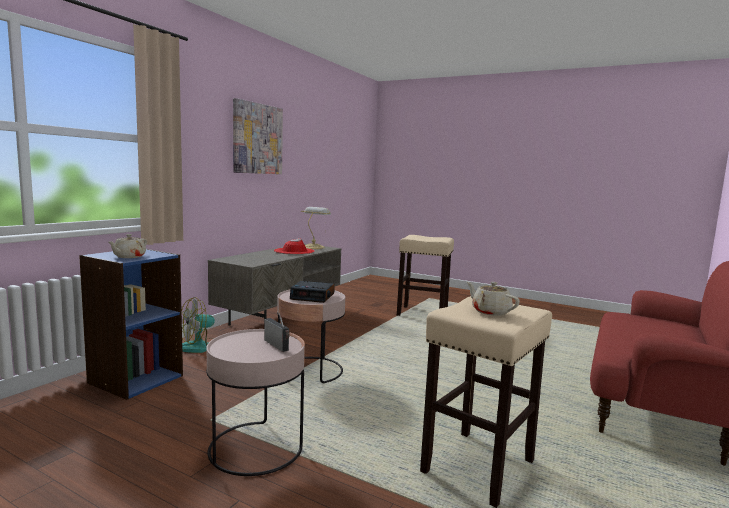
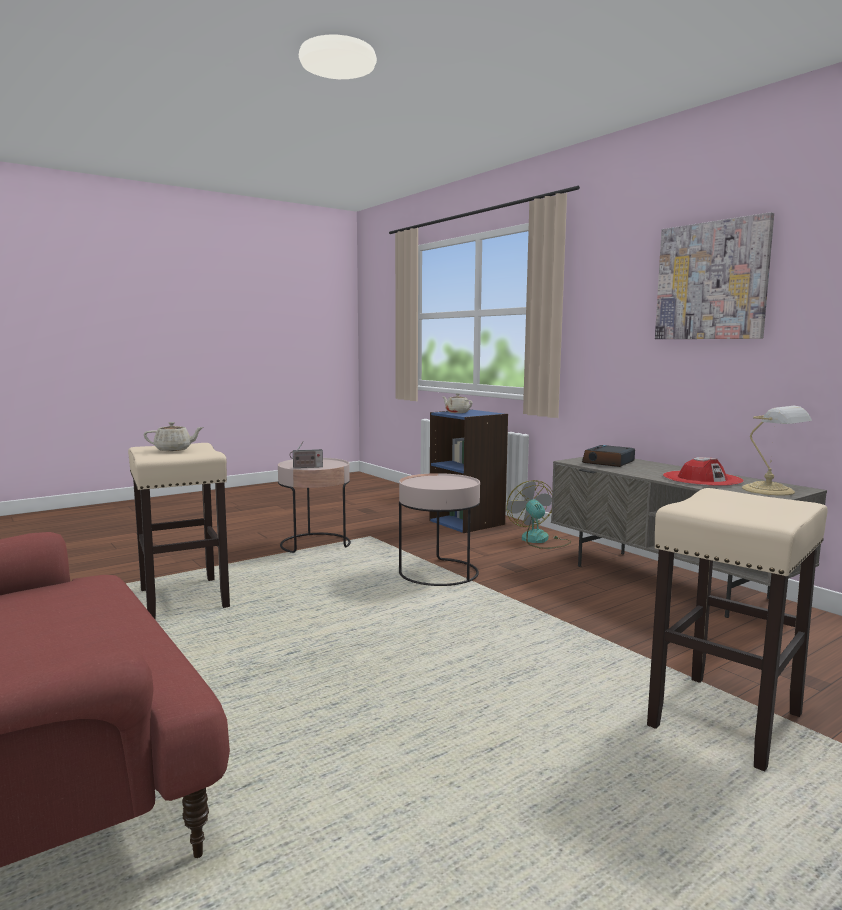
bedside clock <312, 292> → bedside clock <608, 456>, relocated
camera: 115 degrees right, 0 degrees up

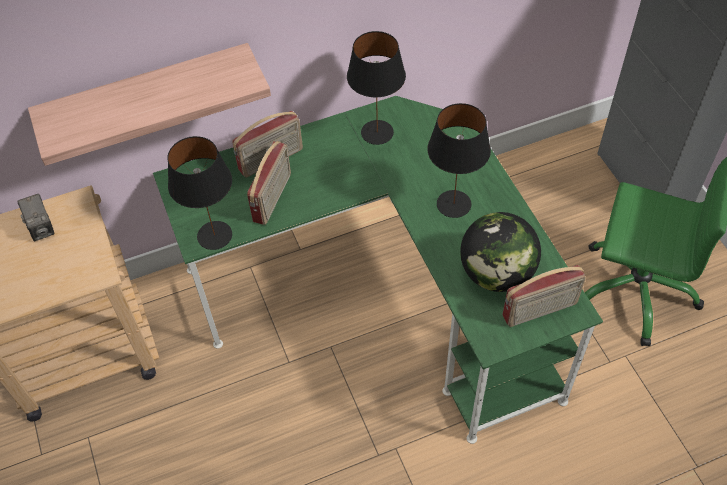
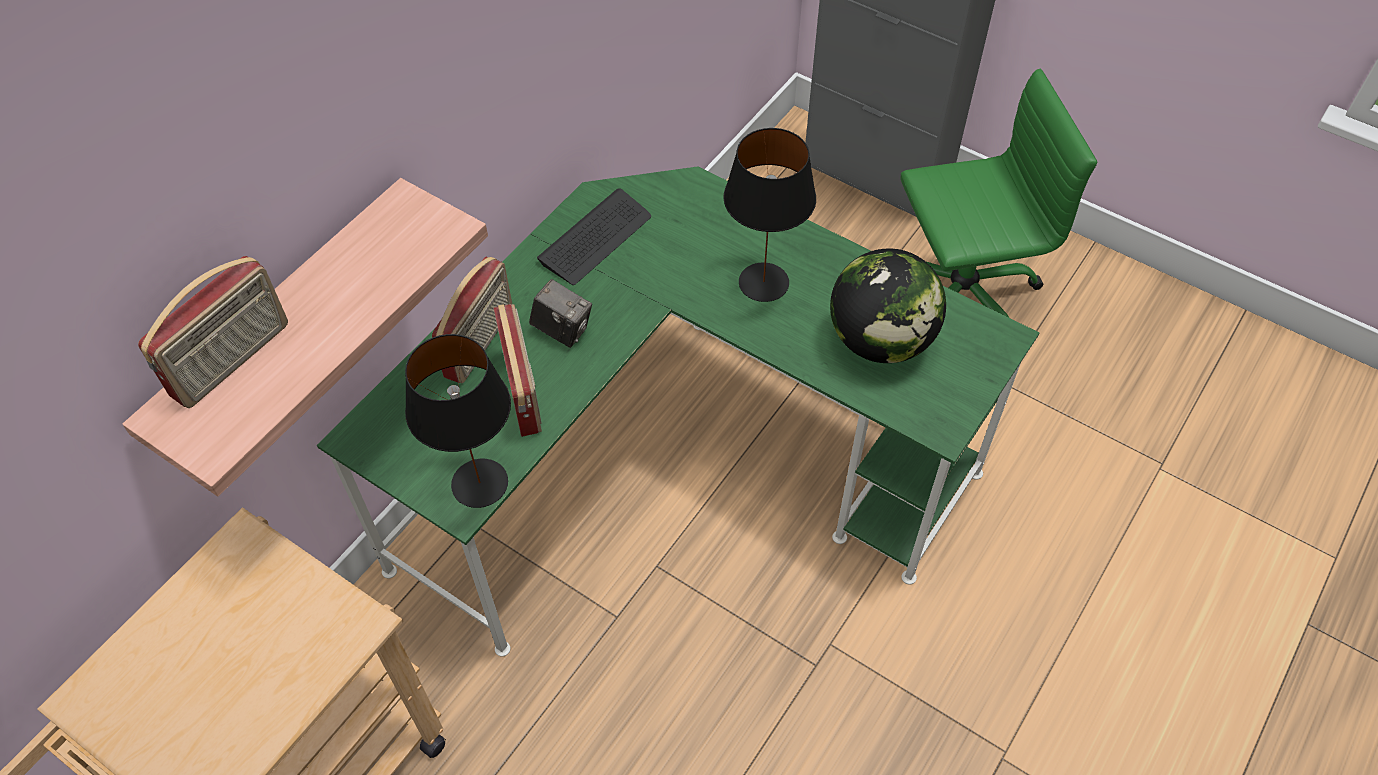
still camera <35, 217> → still camera <560, 313>, relocated
tabletop lamp/black-coloured <376, 88> → keyboard <594, 236>
radio set <544, 296> → radio set <213, 332>, relocated
camera: 35 degrees left, 0 degrees up

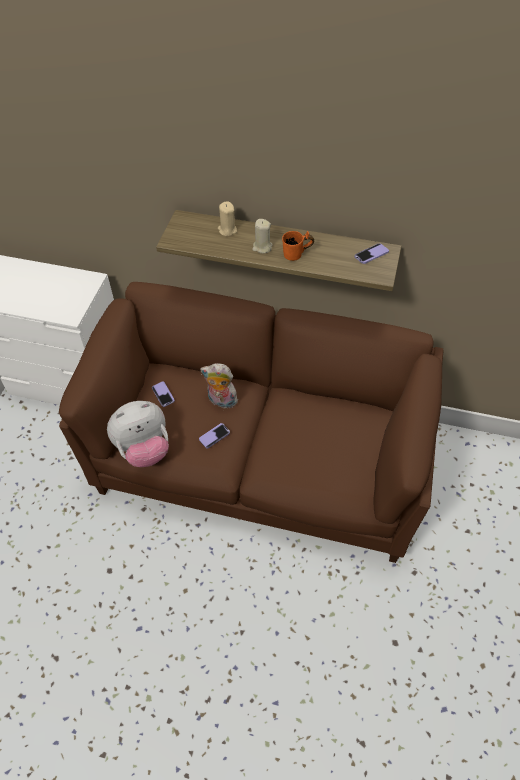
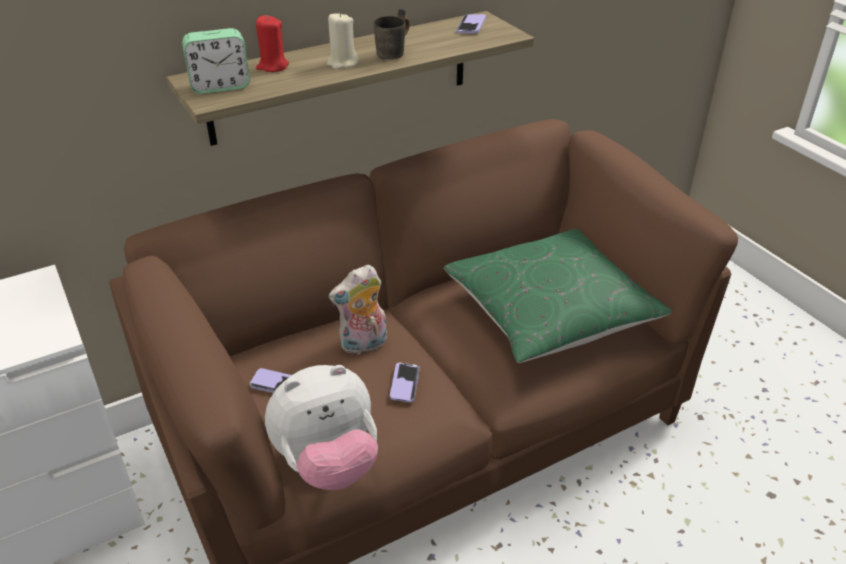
plush toy <138, 434> → plush toy <321, 427>, 45 degrees clockwise
wax light/beige <227, 218> → wax light/red-coloured <272, 43>
mug/orange <298, 246> → mug/gray <392, 34>
- → bedside clock <216, 61>
- → throw pillow/greenish <558, 296>
camera: 45 degrees left, 15 degrees down

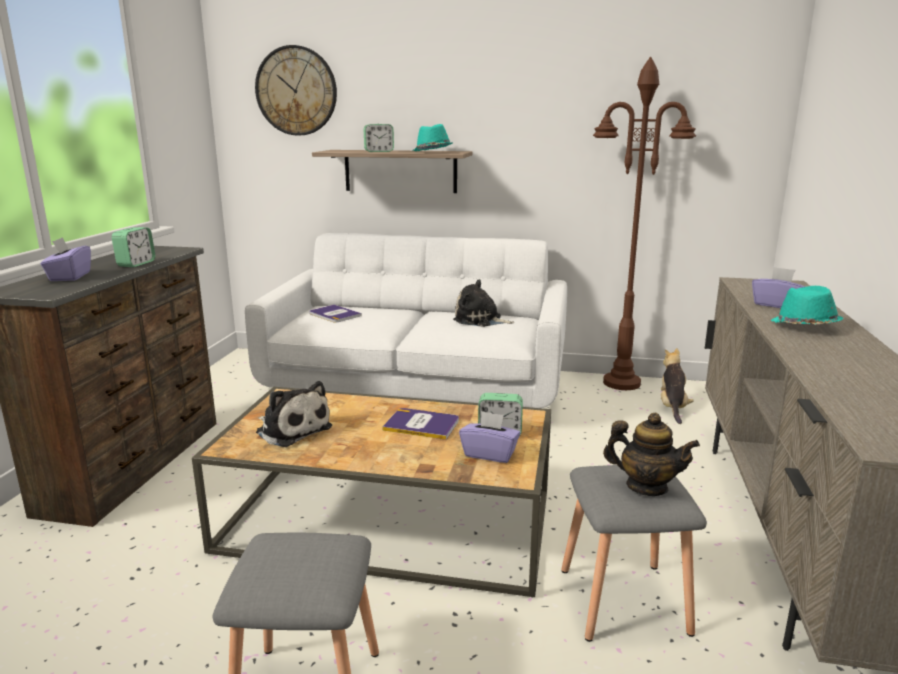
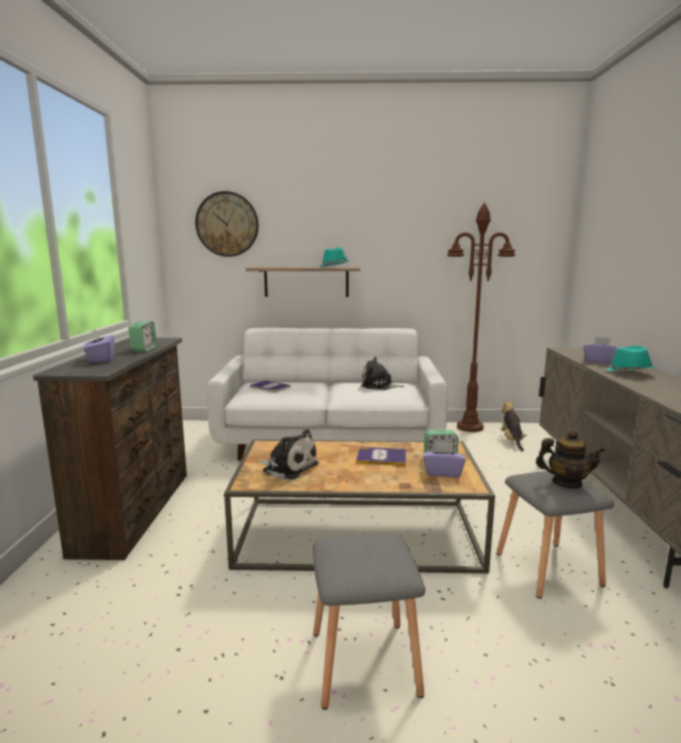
bedside clock <378, 138> → -
camera: 10 degrees left, 5 degrees down

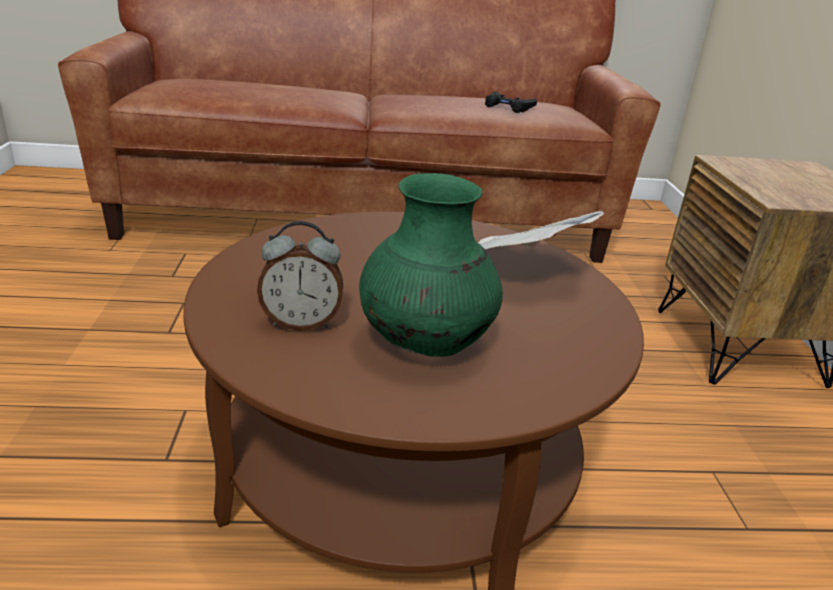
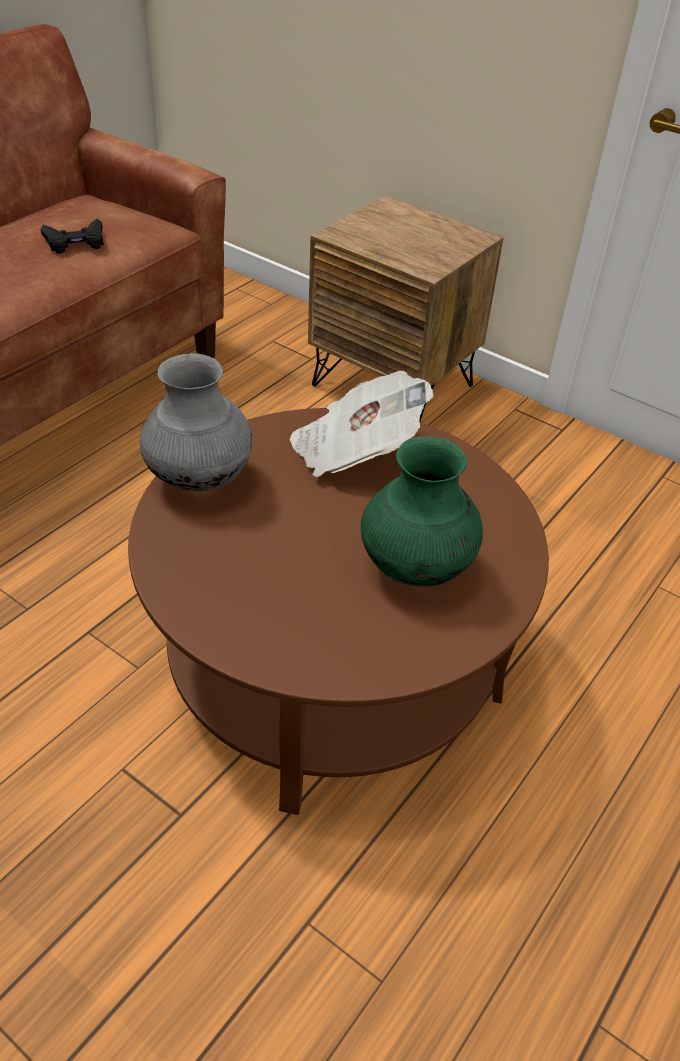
bedside clock <300, 276> → -
- → flower vase/gray <196, 422>
camera: 50 degrees left, 15 degrees up

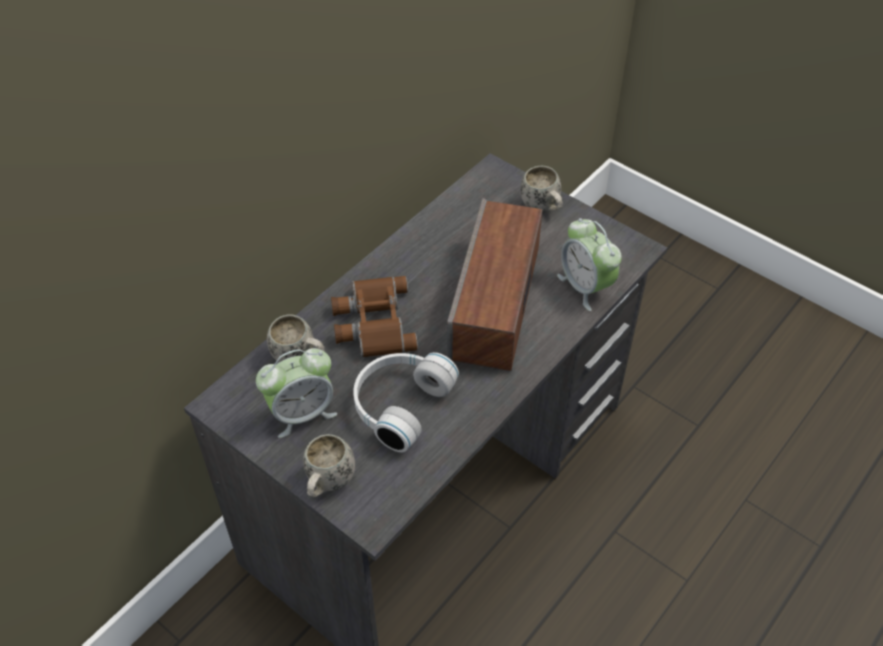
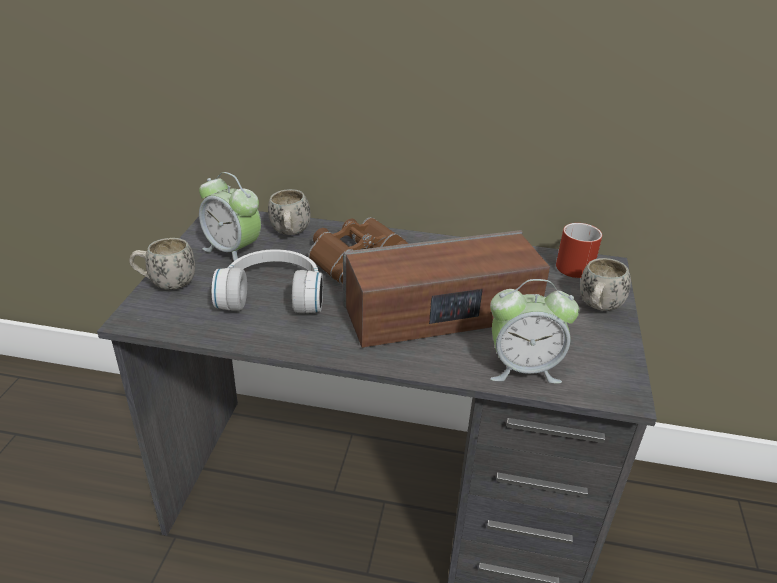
bedside clock <589, 264> → bedside clock <535, 331>, 120 degrees counterclockwise
- → mug/red-coloured <579, 250>
camera: 60 degrees right, 15 degrees down

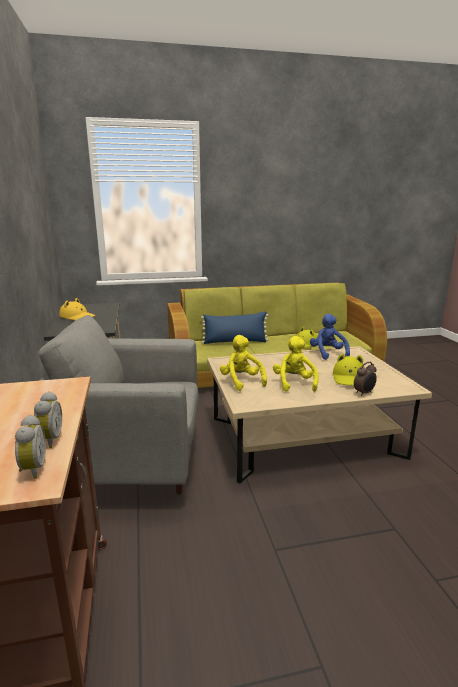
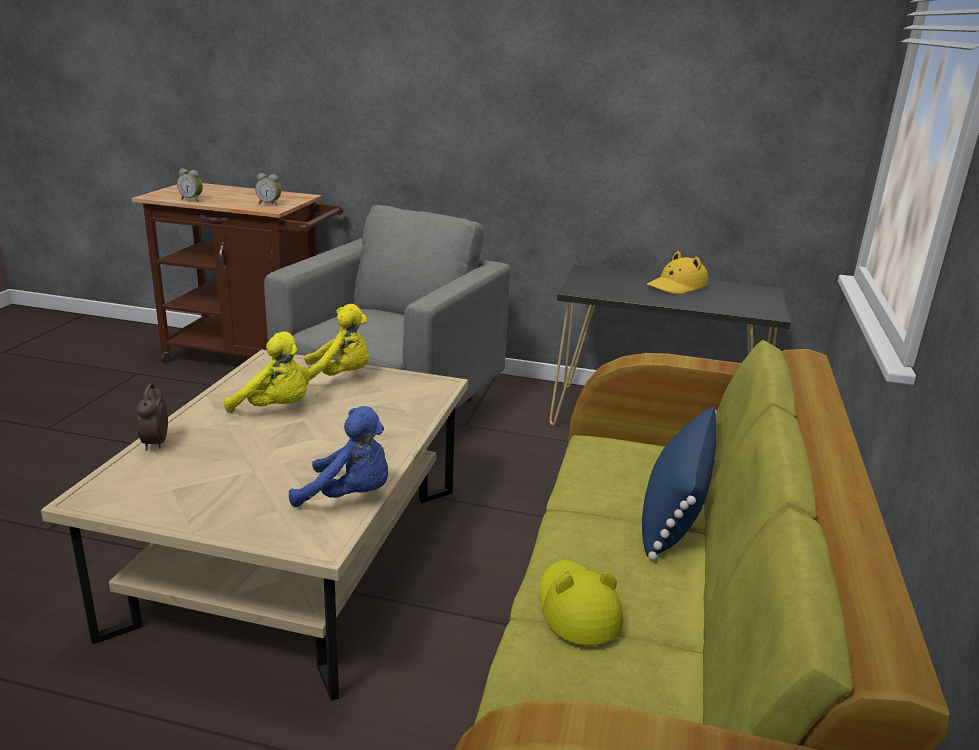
bedside clock <30, 447> → bedside clock <268, 189>, relocated
hat/yellow-coloured <348, 370> → -
camera: 115 degrees right, 5 degrees up

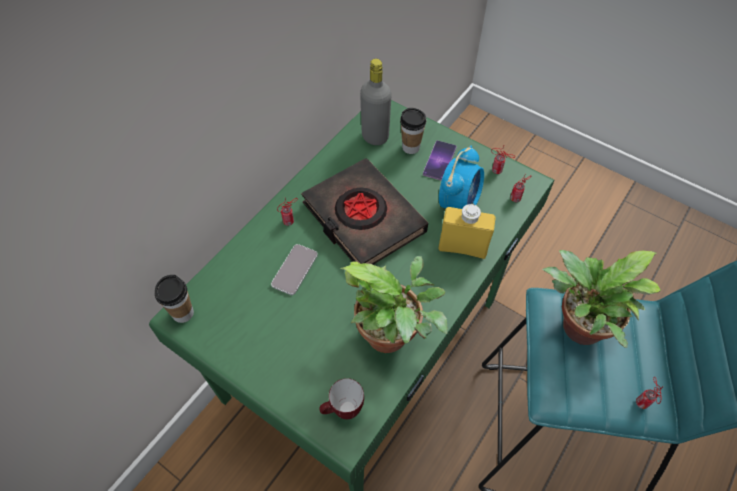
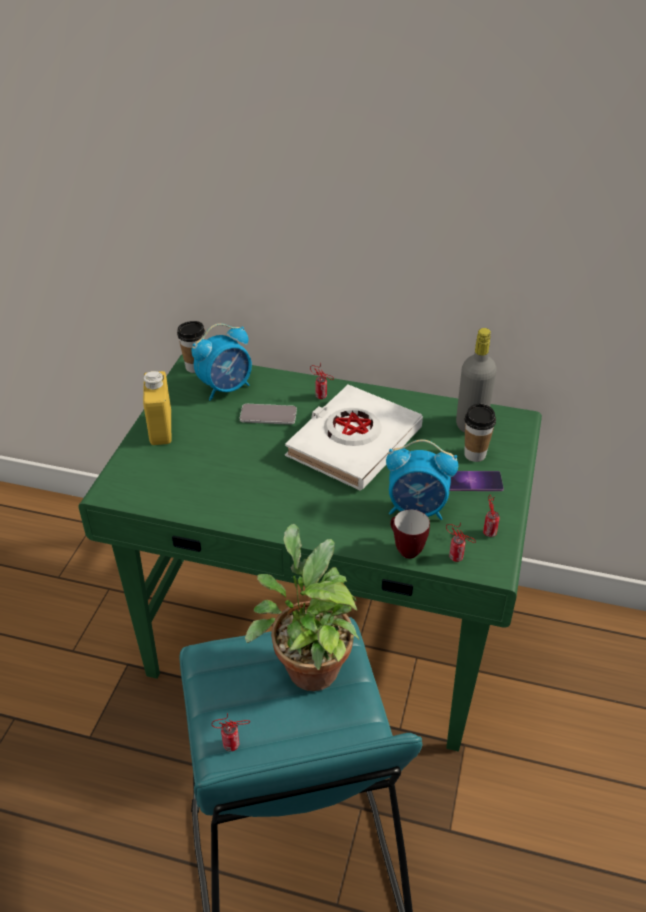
volume/black-coloured <364, 211> → volume/white <354, 437>
mug <341, 398> → mug <410, 534>, relocated
houseplant <394, 304> → -
beverage bottle/yellow-coloured <467, 231> → beverage bottle/yellow-coloured <157, 408>, relocated
- → bedside clock <221, 362>
camera: 70 degrees right, 15 degrees down

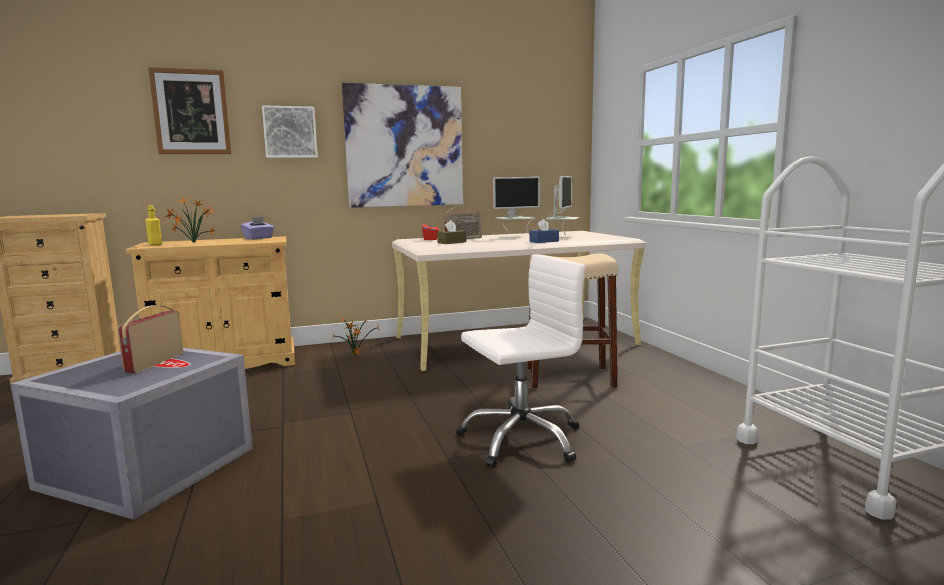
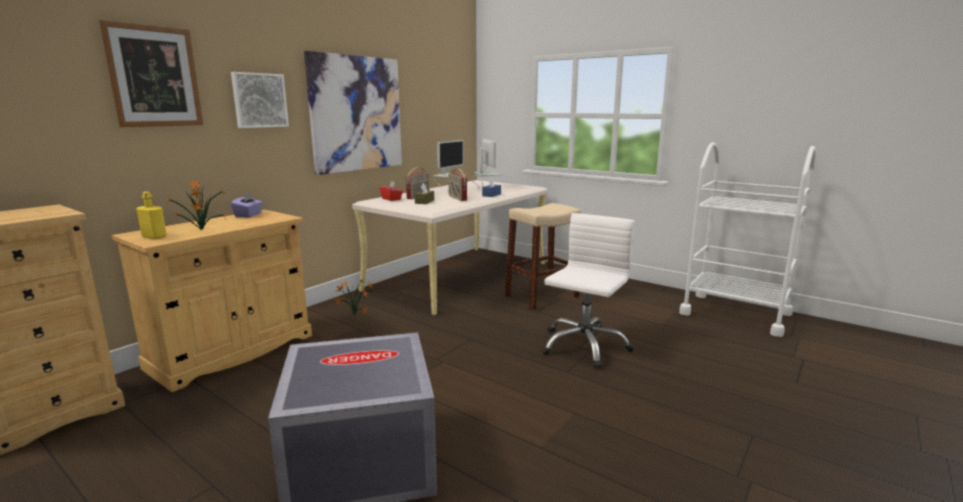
radio set <150, 339> → radio set <457, 185>, relocated
camera: 35 degrees left, 5 degrees up

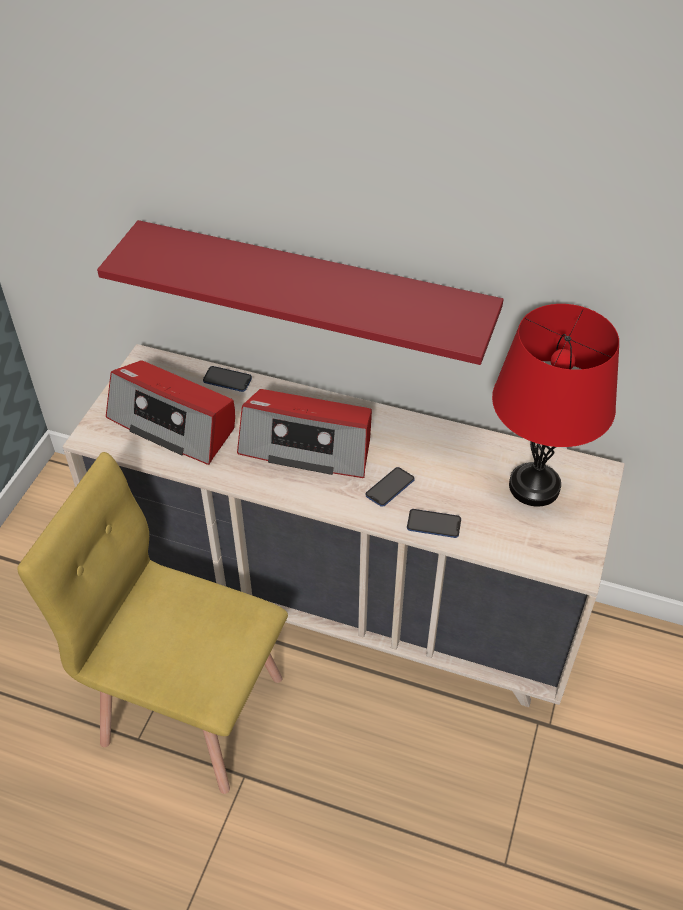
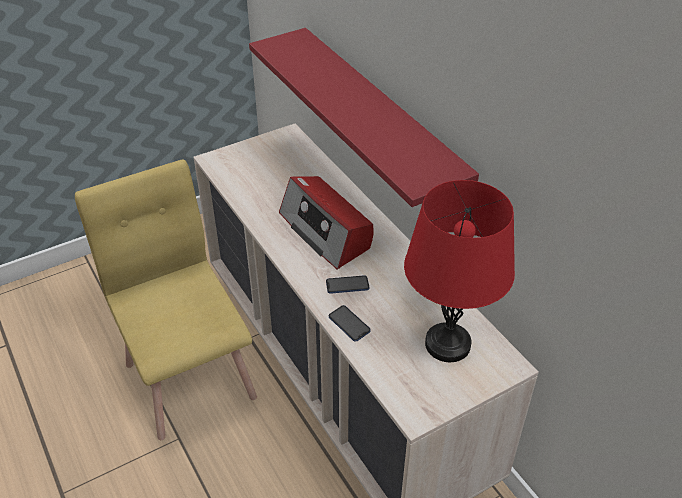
radio set <170, 412> → -
phone <227, 379> → -
camera: 40 degrees right, 5 degrees down

